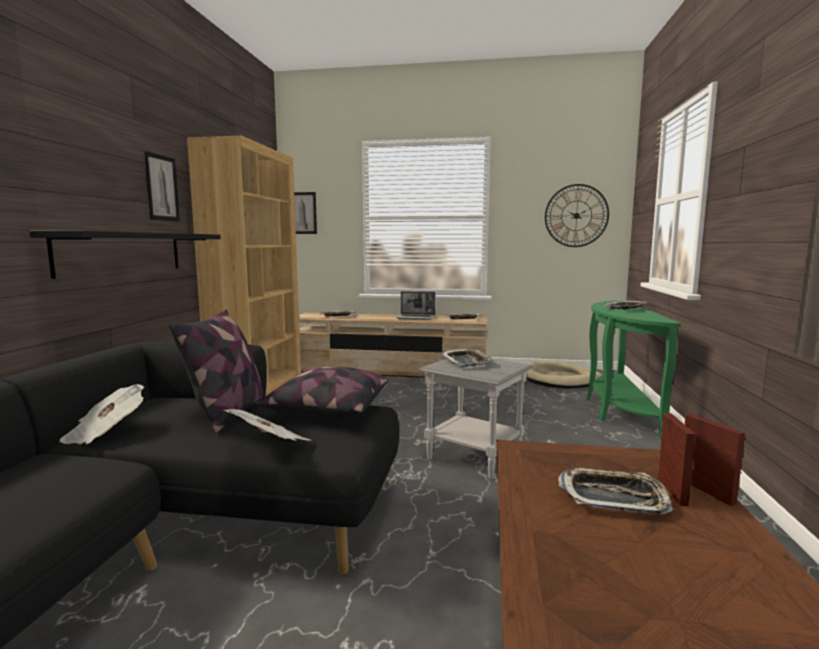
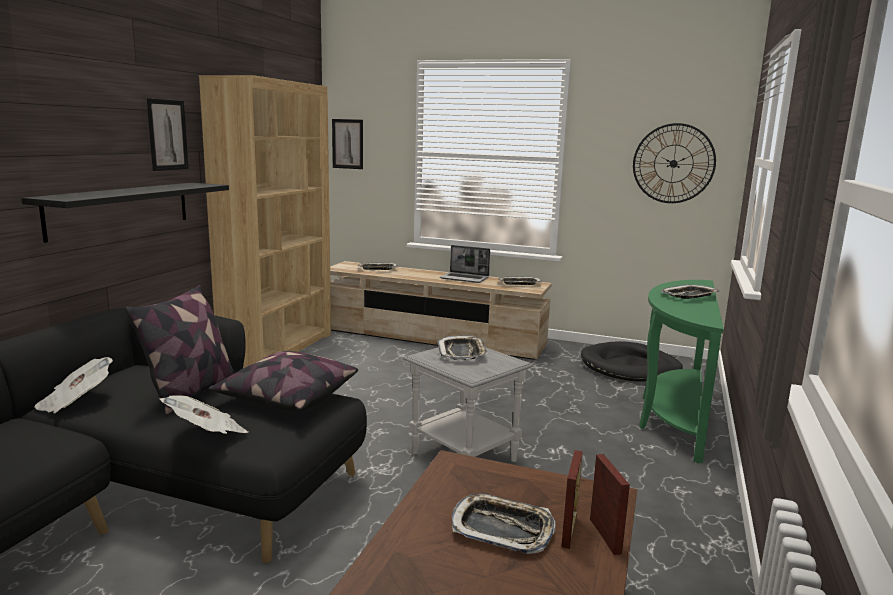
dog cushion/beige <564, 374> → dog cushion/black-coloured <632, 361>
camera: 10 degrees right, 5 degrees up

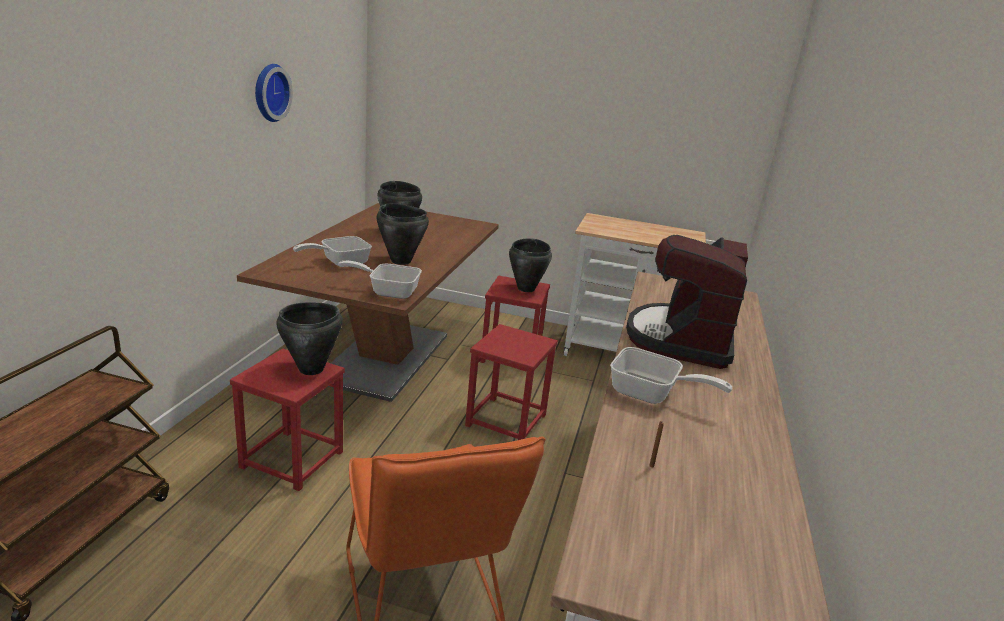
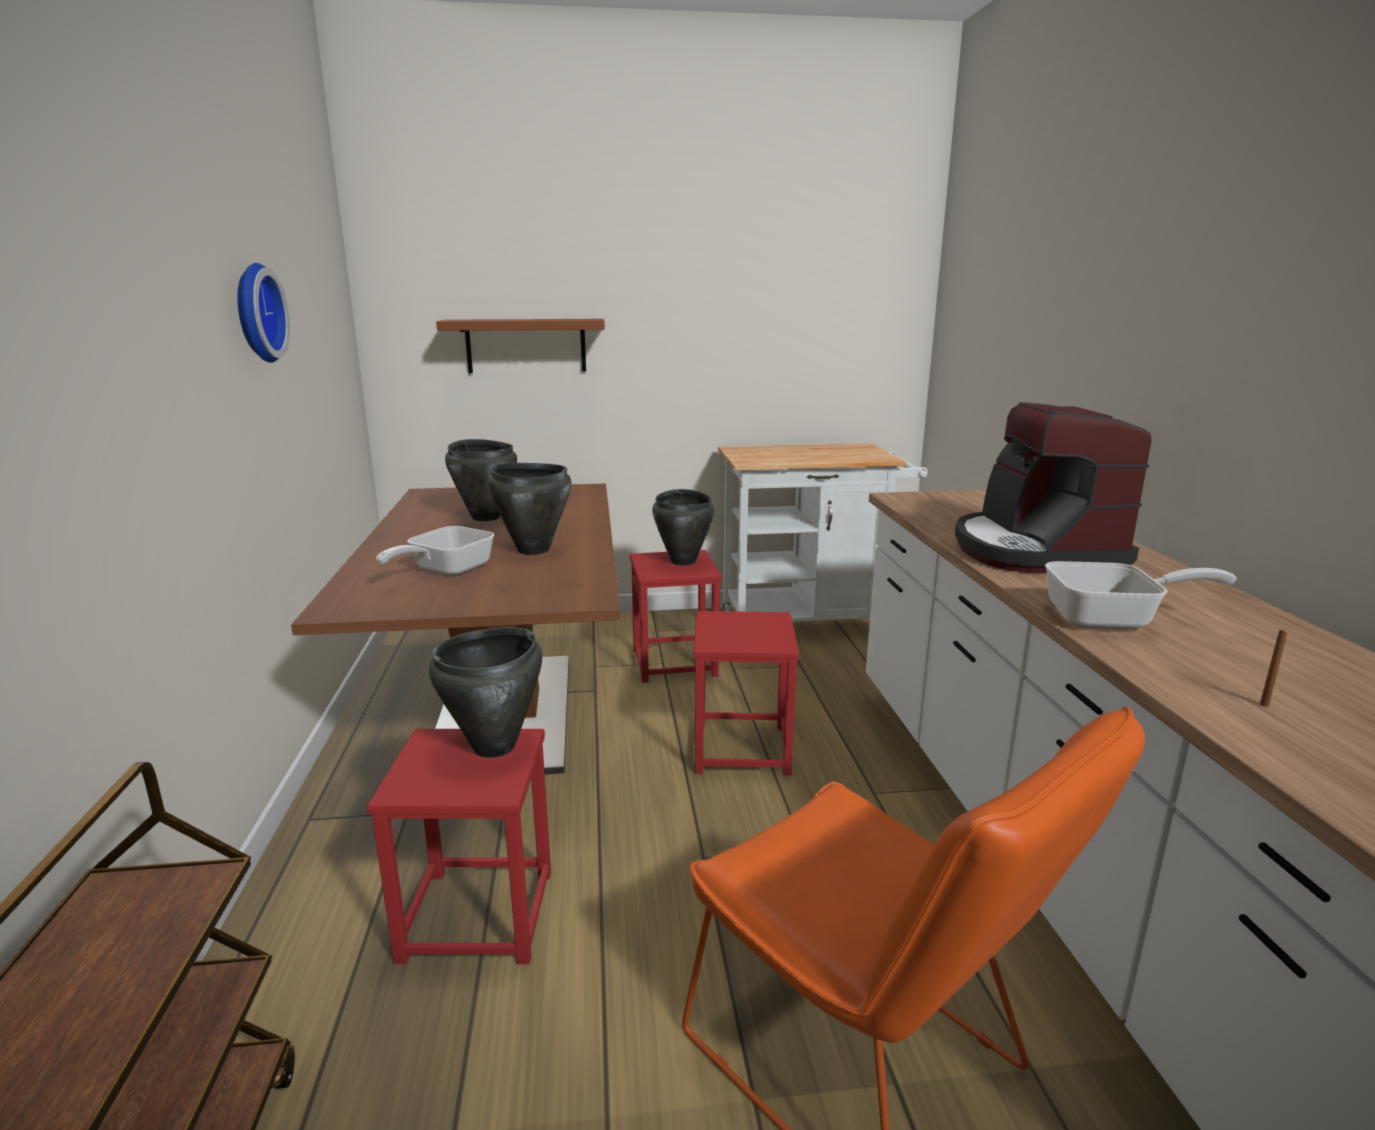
skillet <380, 280> → -
- → shelf/brown <520, 346>
camera: 20 degrees left, 5 degrees down

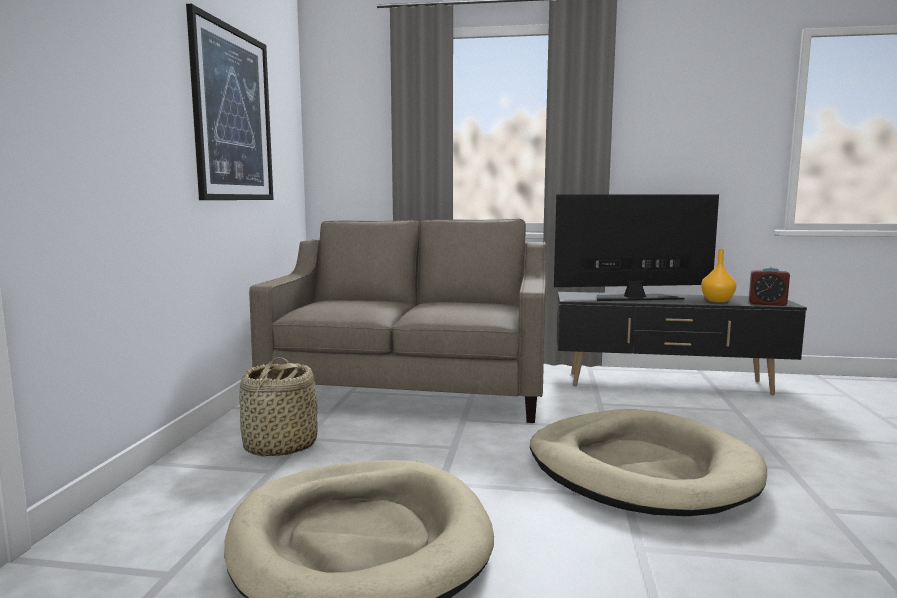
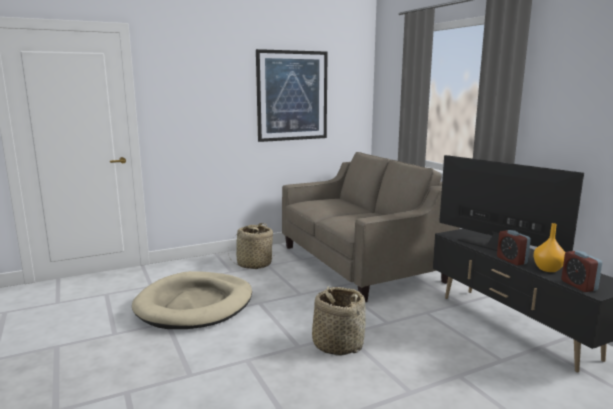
dog cushion/beige <648, 462> → storage basket <339, 321>
- → bedside clock <514, 247>
camera: 55 degrees right, 5 degrees up

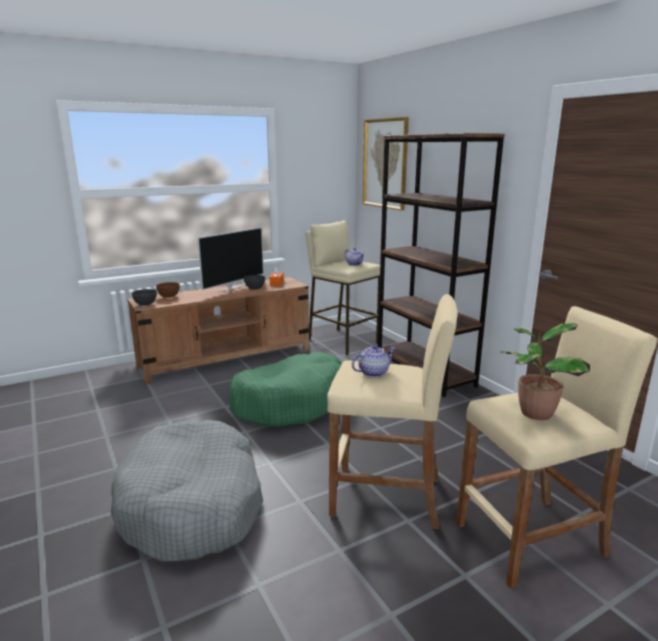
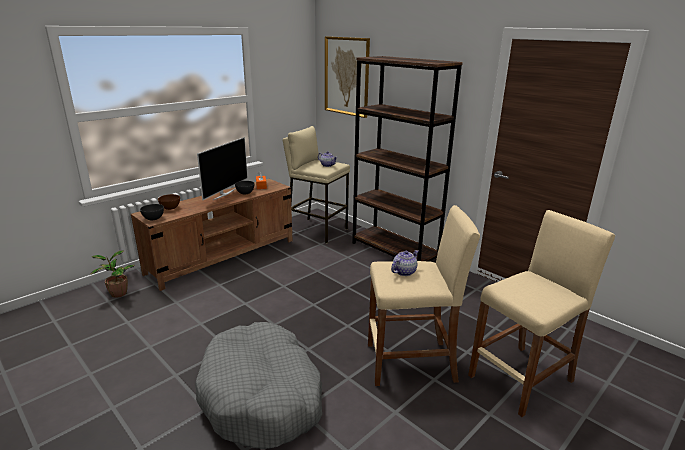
dog cushion/greenish <285, 389> → -
houseplant <545, 372> → houseplant <112, 274>, relocated
camera: 15 degrees left, 5 degrees up

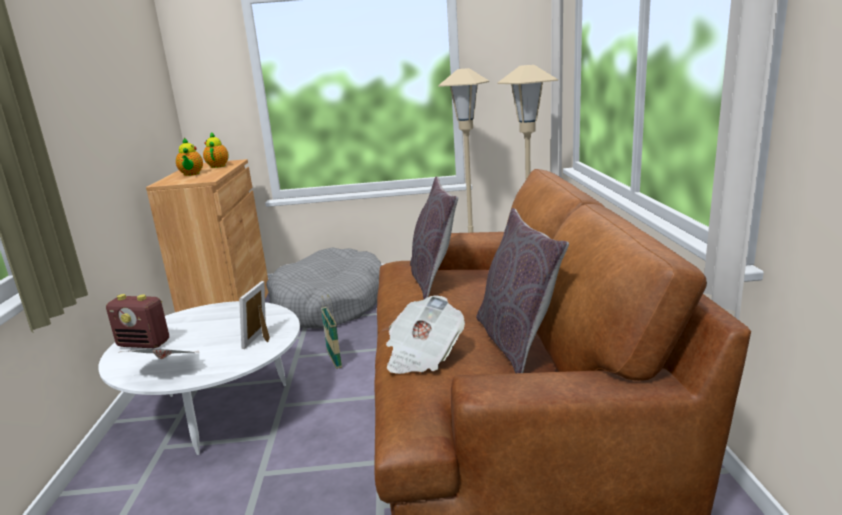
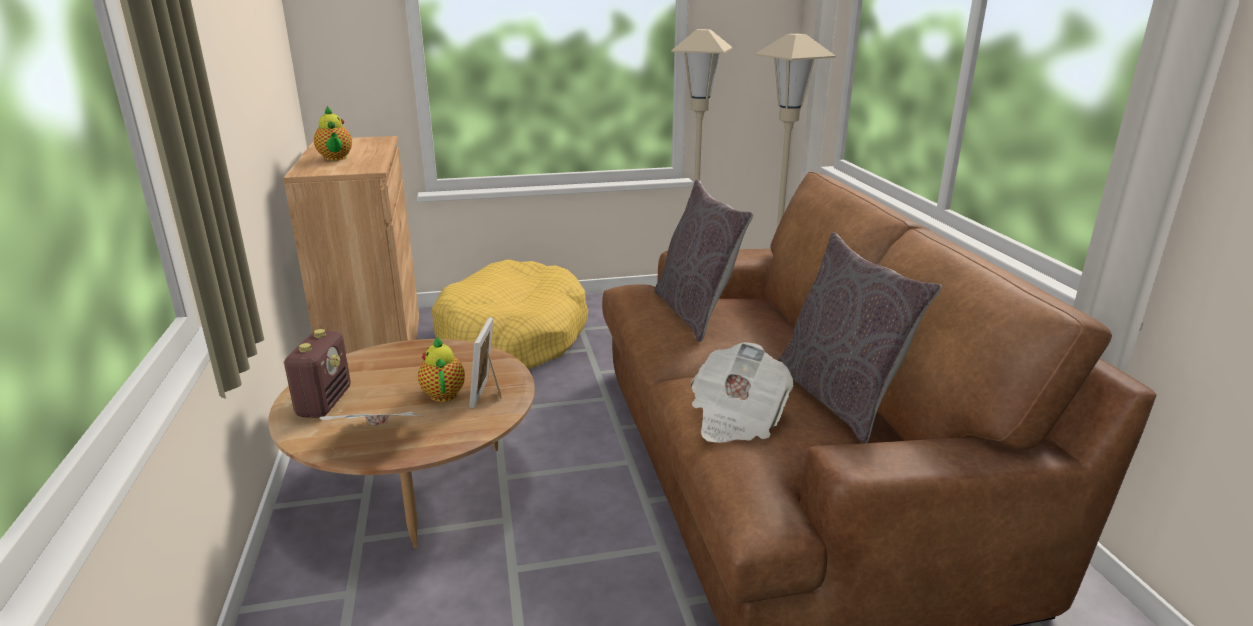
coffee table/white <199, 378> → coffee table/brown <401, 443>
radio set <137, 321> → radio set <317, 373>, 90 degrees counterclockwise
pot for tea <216, 150> → pot for tea <441, 368>, relocated
dog cushion/gray <324, 288> → dog cushion/yellow-coloured <509, 314>
storage basket <331, 331> → -
camera: 10 degrees left, 5 degrees up

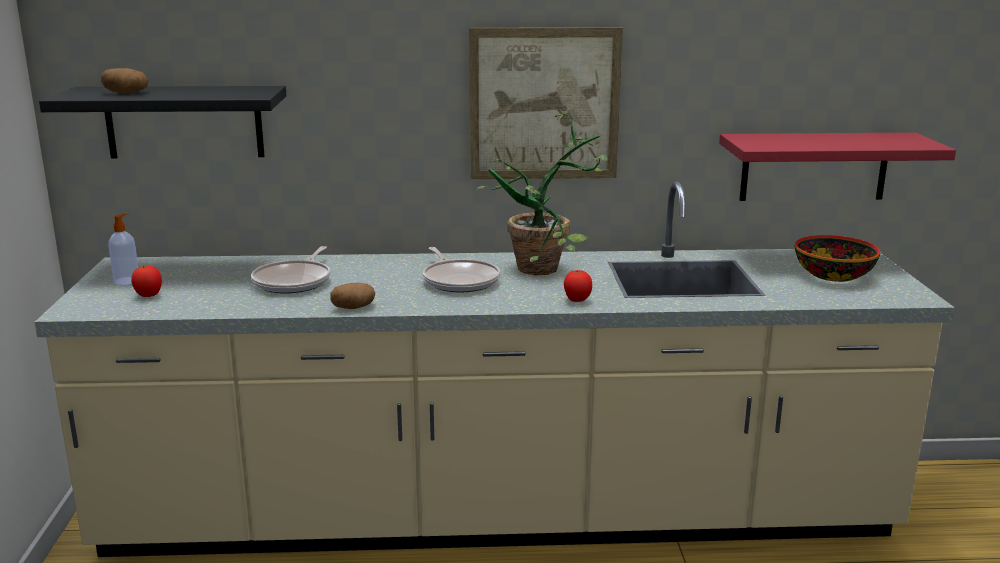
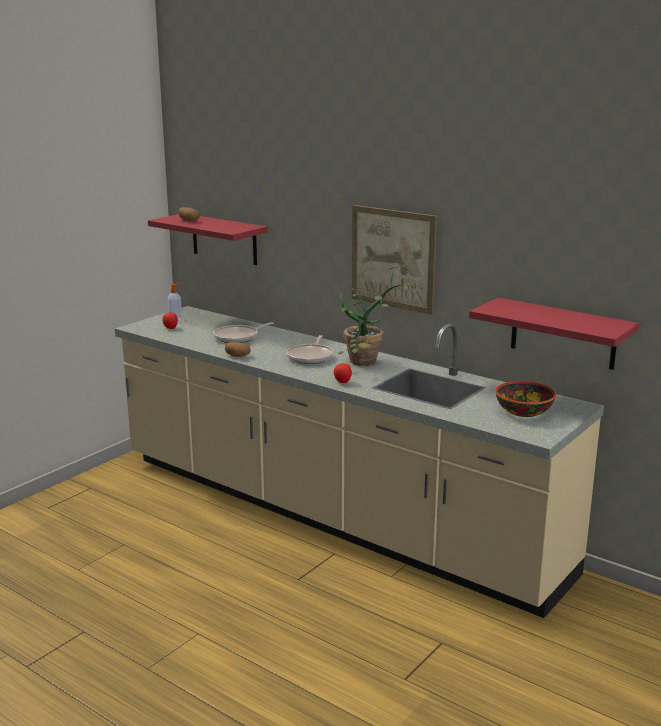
shelf/black-coloured <163, 122> → shelf/red-coloured <208, 239>
camera: 40 degrees right, 0 degrees up

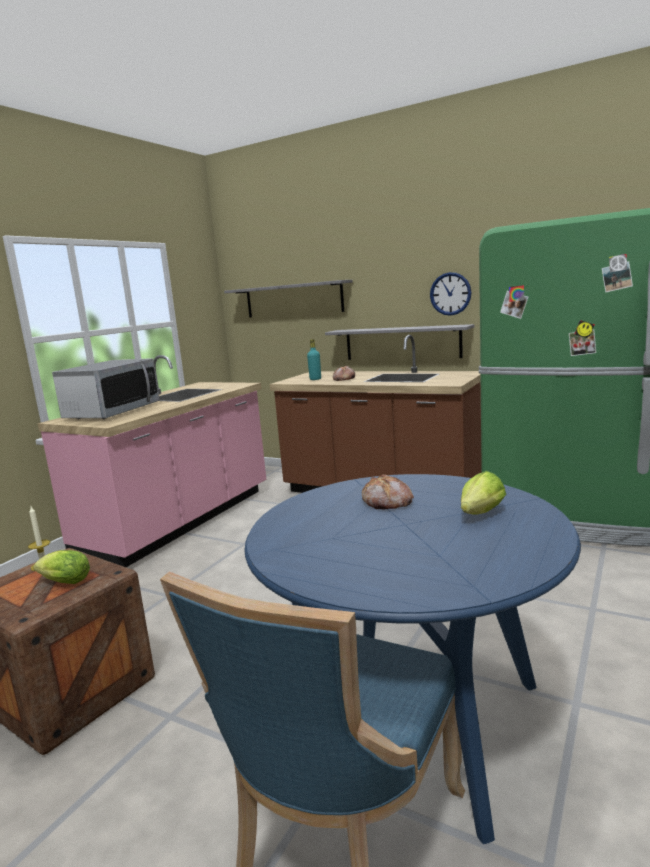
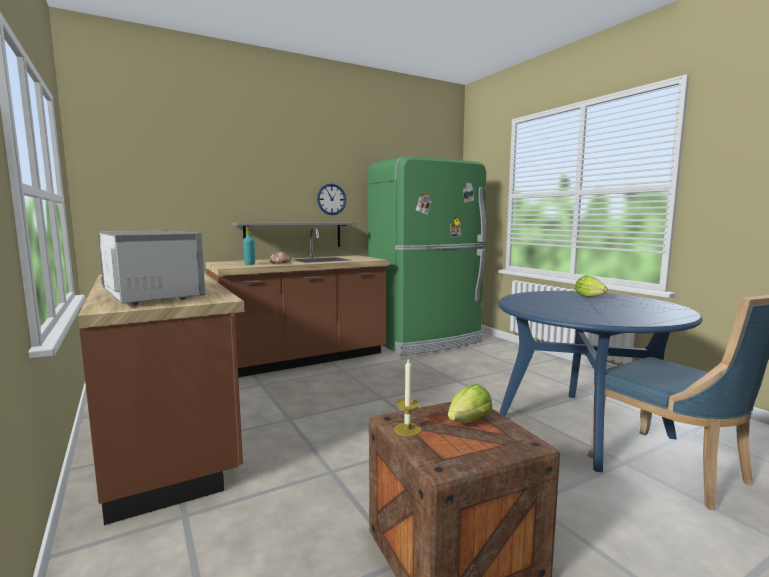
counter/pink <152, 461> → counter/brown <161, 399>
shelf/gray <288, 298> → -
bakery bread <388, 491> → -
camera: 60 degrees left, 5 degrees down

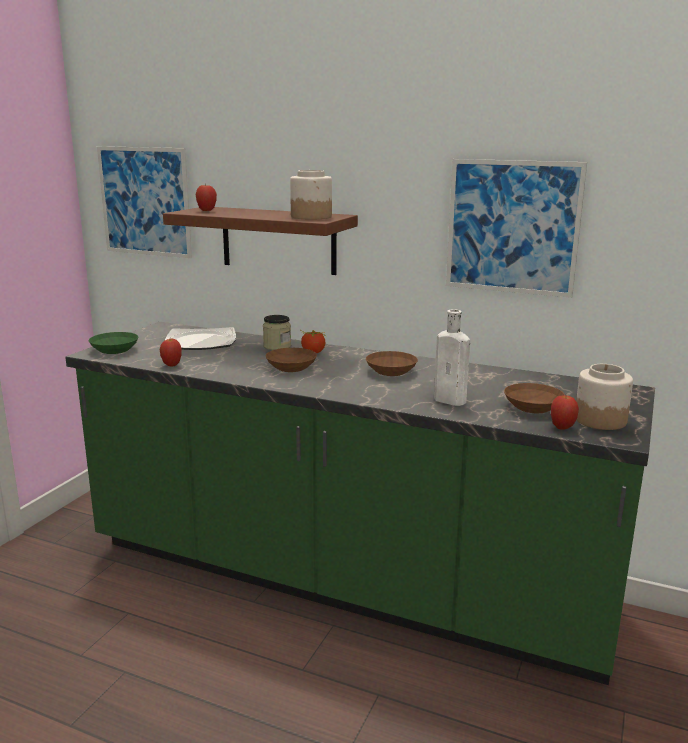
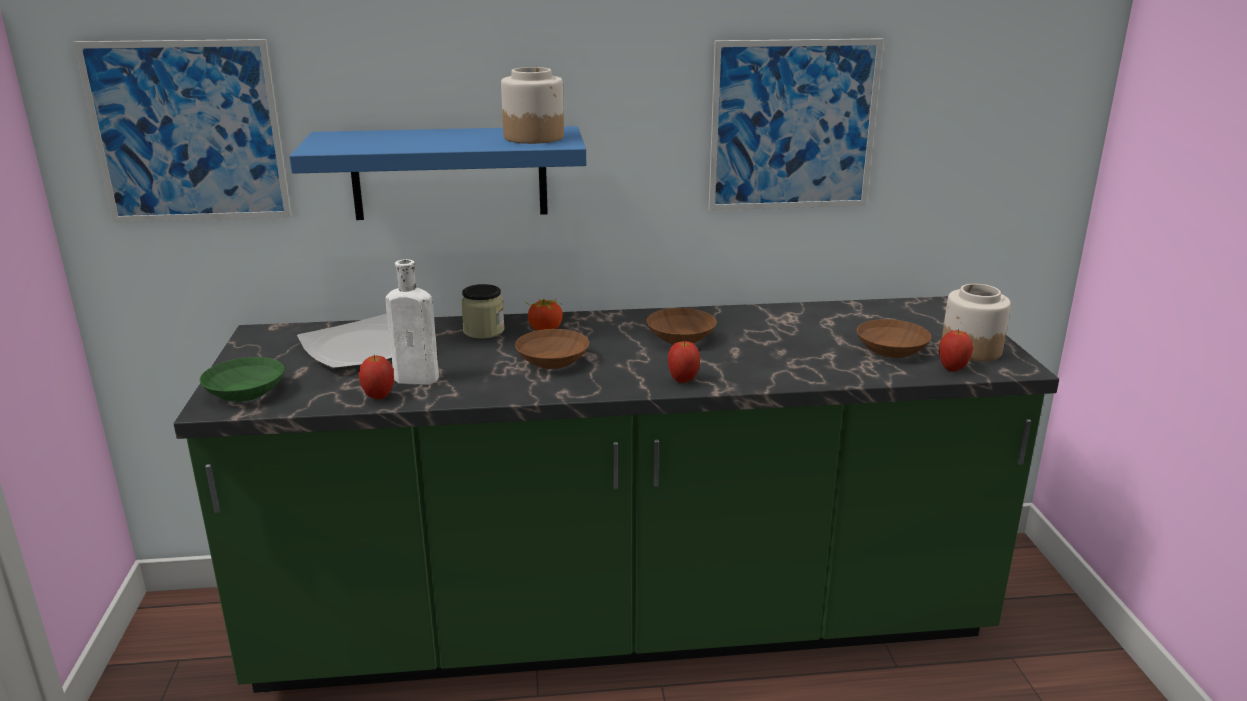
shelf/brown <260, 241> → shelf/blue-coloured <437, 173>
apple <206, 197> → apple <684, 362>, relocated
beverage bottle/white <452, 357> → beverage bottle/white <412, 322>, relocated
camera: 30 degrees left, 5 degrees up

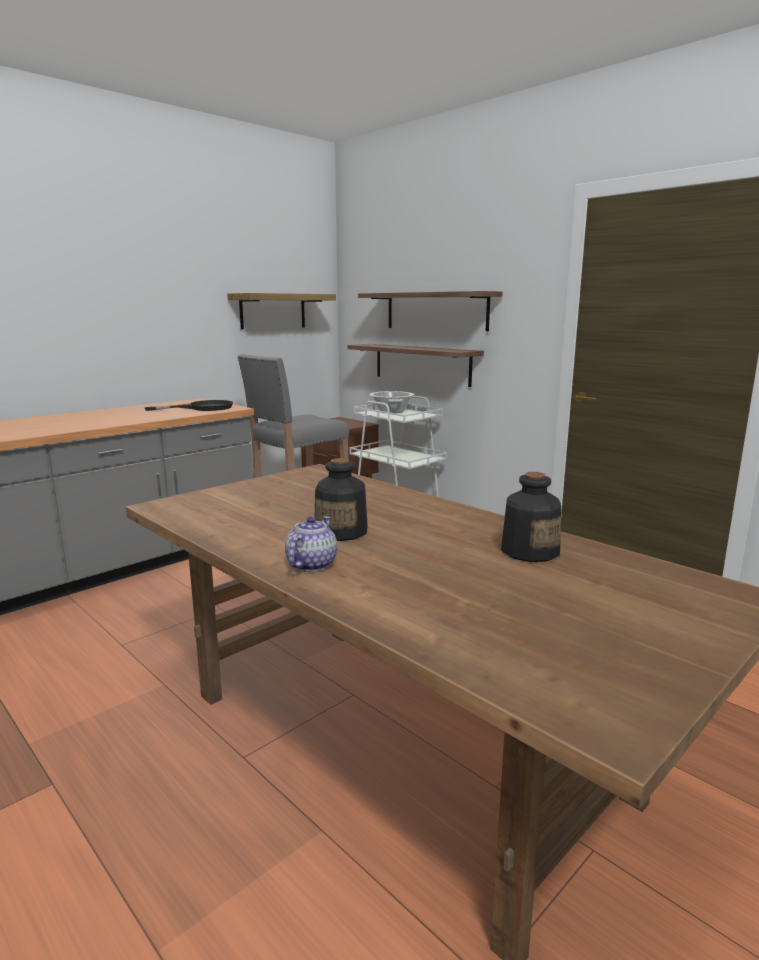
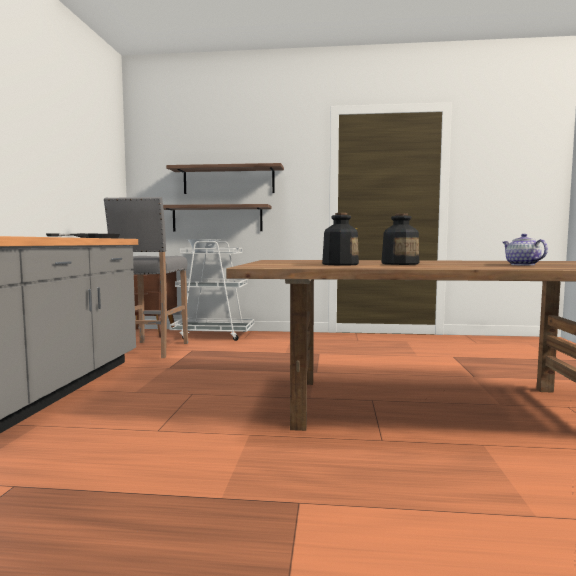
shelf <281, 311> → -
pot for tea <311, 544> → pot for tea <525, 249>, relocated
beverage bottle <531, 517> → beverage bottle <340, 239>, relocated
camera: 40 degrees left, 10 degrees down

